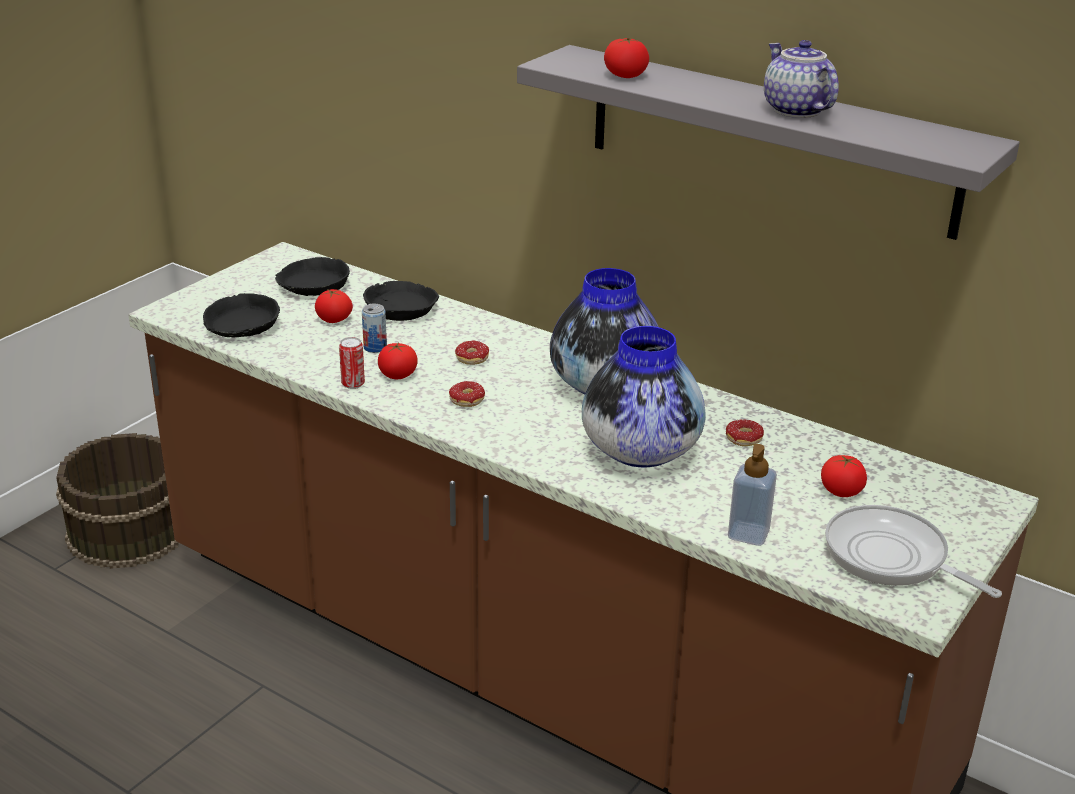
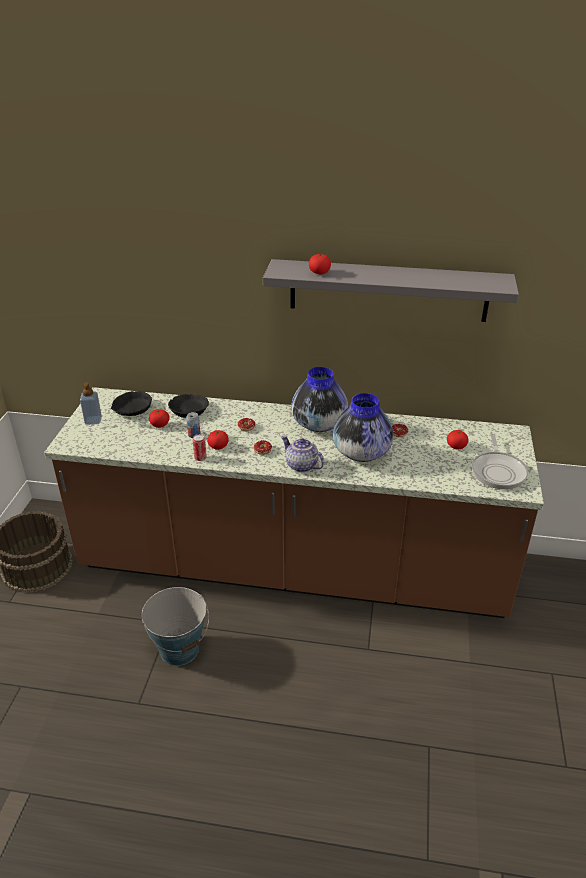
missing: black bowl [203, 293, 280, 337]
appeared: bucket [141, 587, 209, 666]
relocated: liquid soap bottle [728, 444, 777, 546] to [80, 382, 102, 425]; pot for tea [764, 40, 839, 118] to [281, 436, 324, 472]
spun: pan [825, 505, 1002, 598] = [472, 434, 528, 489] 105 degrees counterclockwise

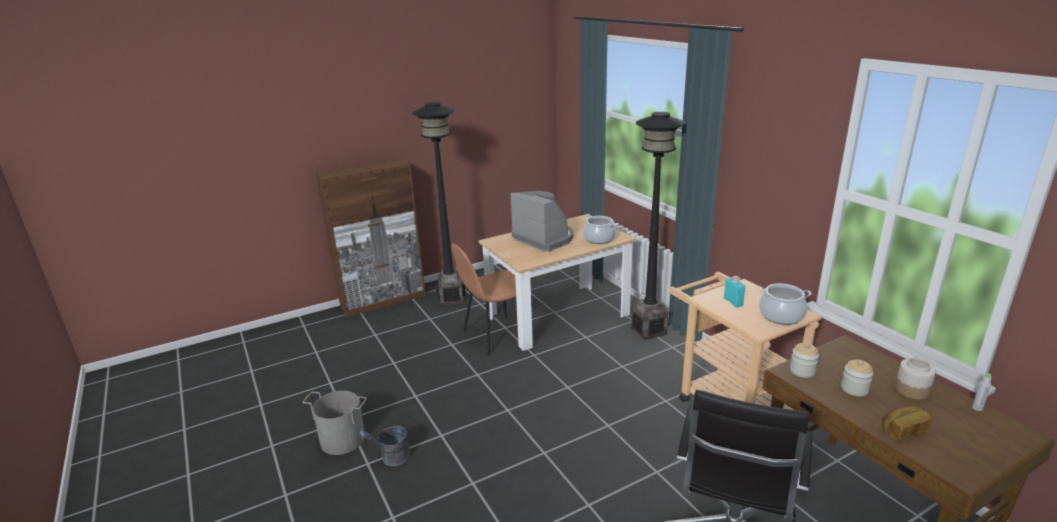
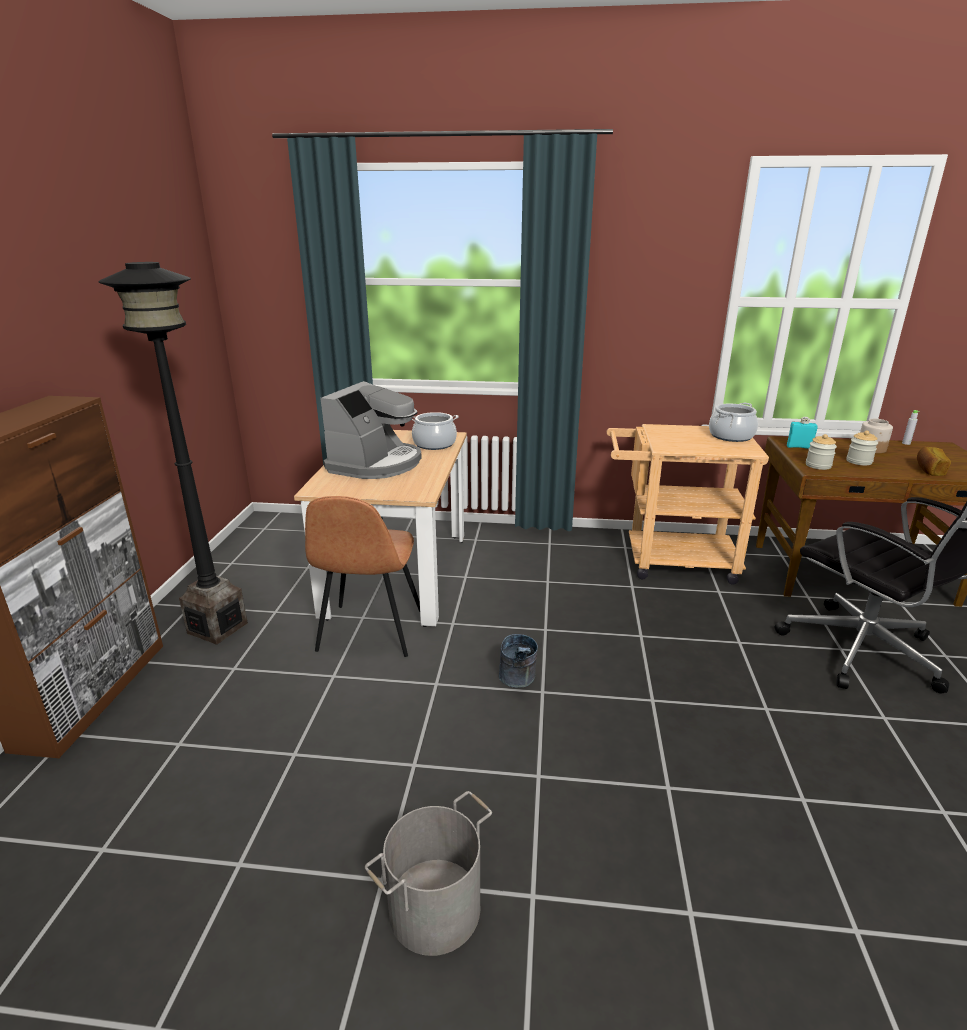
missing: black standard lamp [631, 112, 685, 340]
relocated: gray bucket [359, 426, 410, 466] to [499, 634, 538, 688]; blue-green drink bottle [724, 276, 745, 308] to [787, 417, 818, 449]
spun: coffee maker [511, 191, 573, 252] = [320, 381, 422, 479] 120 degrees clockwise

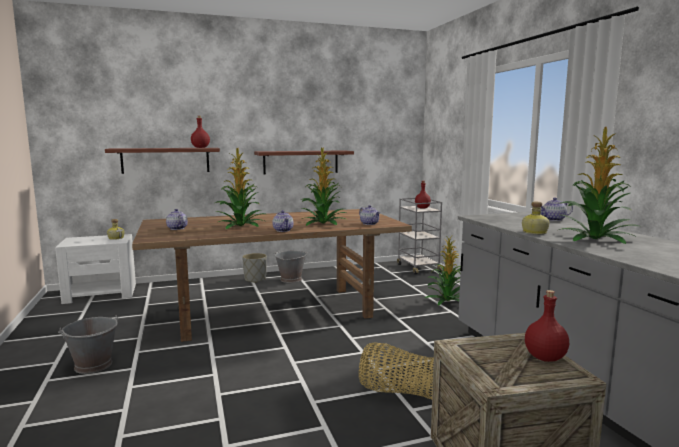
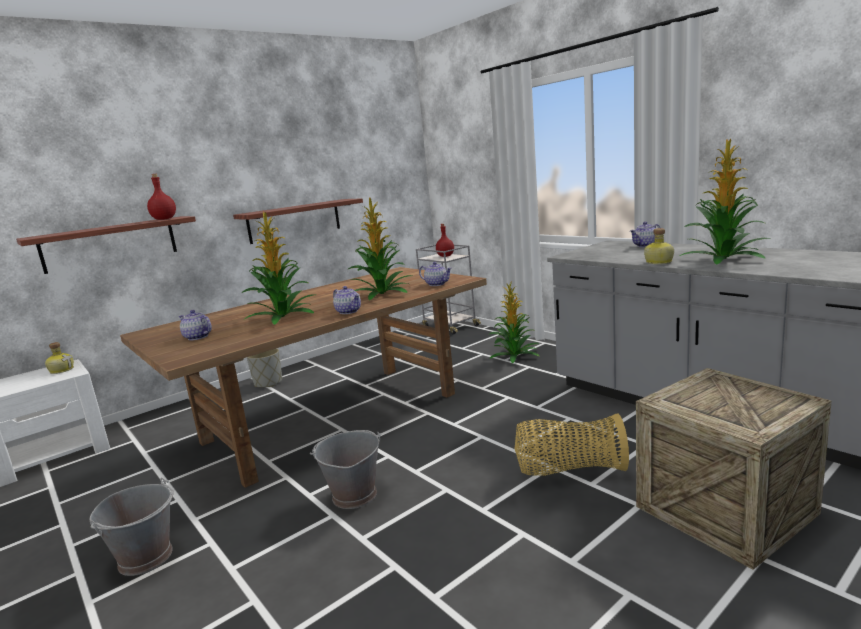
missing: red drink bottle [525, 290, 569, 362]
relocated: gray bucket [274, 251, 308, 283] to [310, 430, 381, 509]

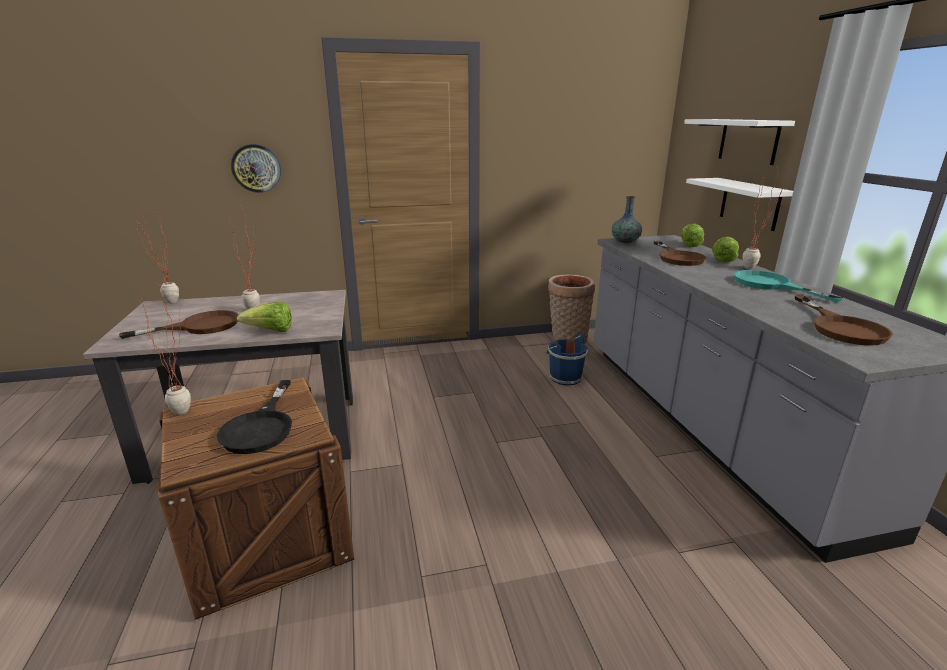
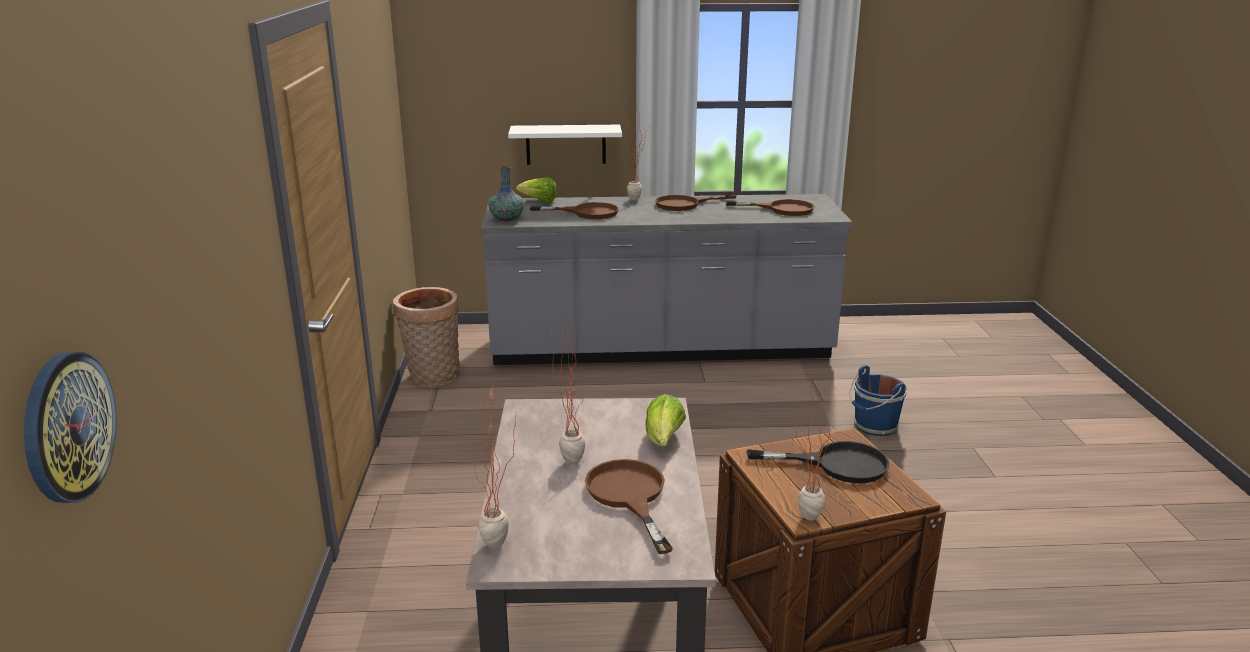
missing: white shelf [684, 119, 795, 165]; head of lettuce [712, 237, 739, 263]
relocated: clock on the wall [231, 144, 281, 193] to [24, 352, 117, 503]; bluish bucket [545, 333, 588, 386] to [849, 365, 907, 436]
colour: blue-green pan [734, 270, 844, 303] to brown pan [655, 194, 736, 211]

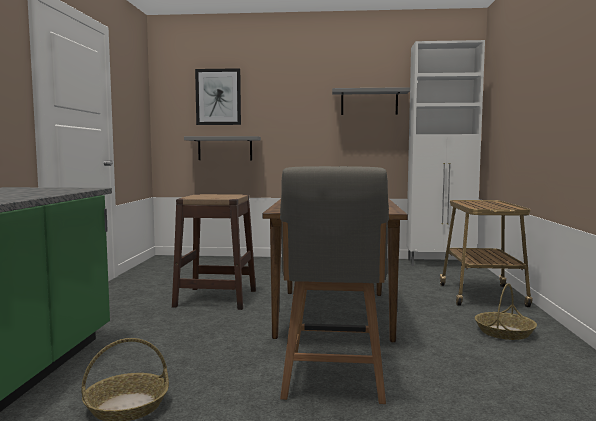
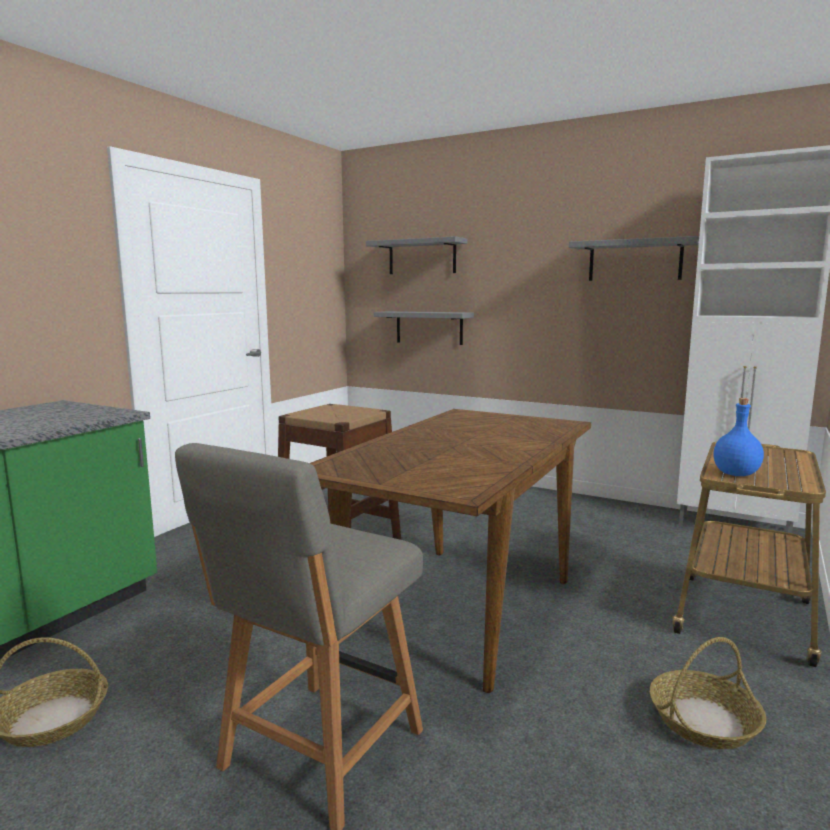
appeared: bluish drink bottle [713, 398, 764, 476]
exchanged: picture [195, 68, 241, 125] to gray shelf [366, 236, 467, 274]

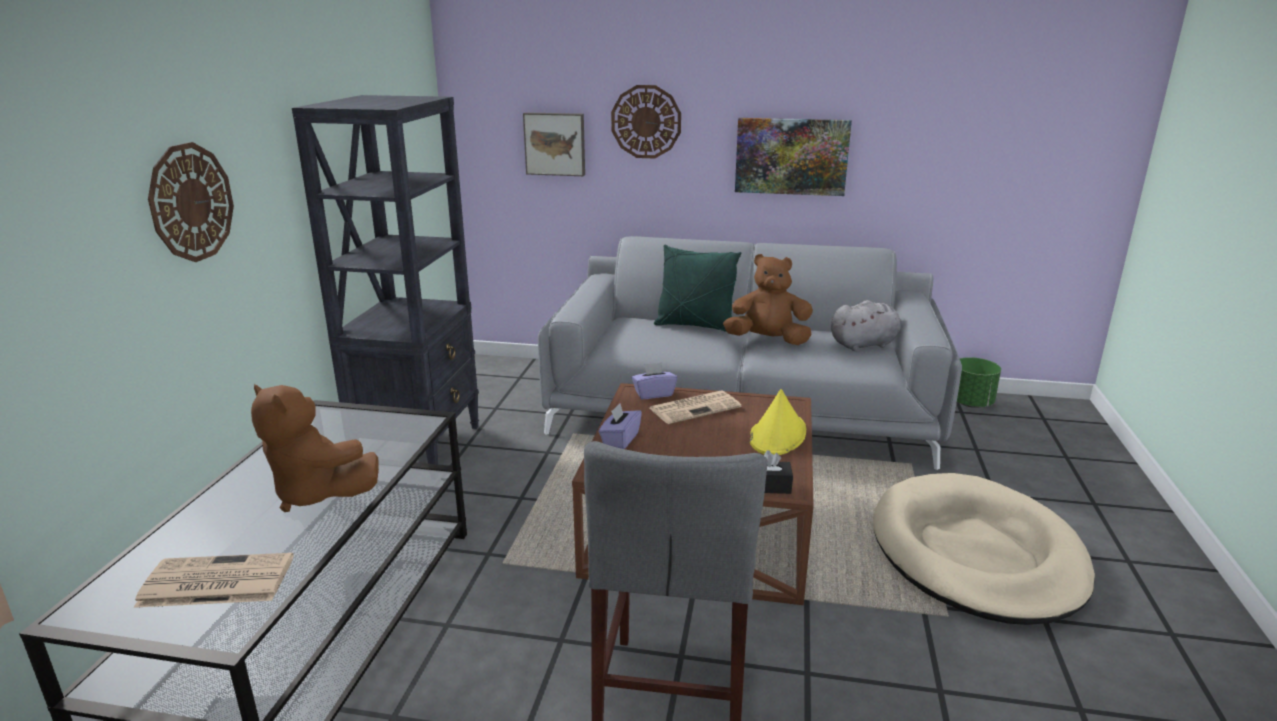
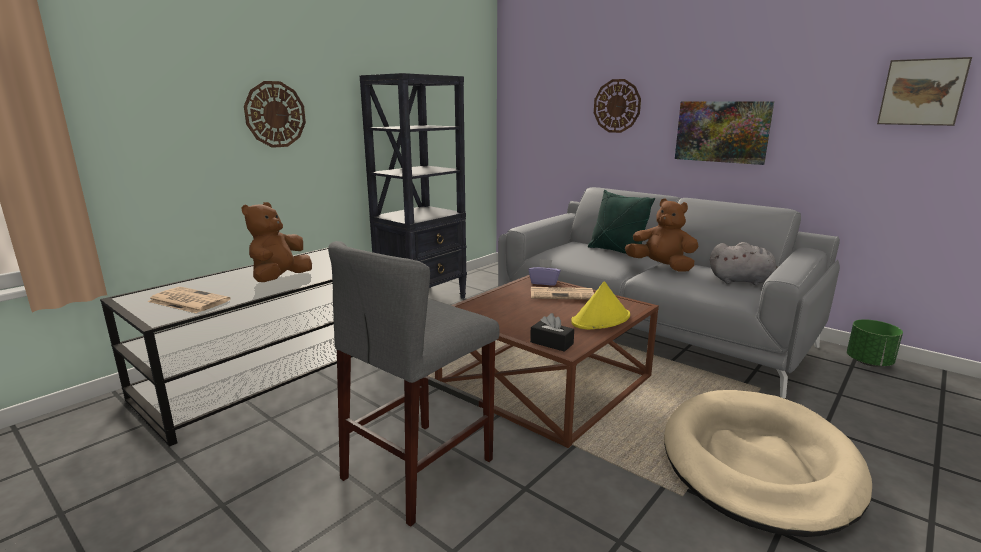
missing: purplish tissue box [599, 403, 642, 449]
relocated: picture [523, 112, 585, 176] to [877, 57, 972, 126]
spun: brown plush toy [251, 384, 379, 512] = [241, 202, 312, 282] 45 degrees clockwise

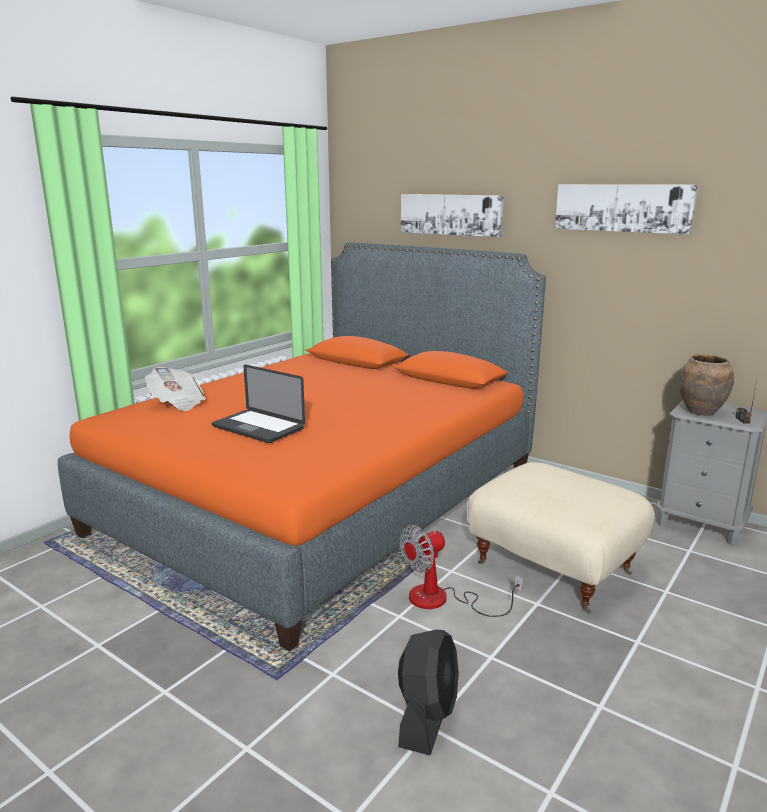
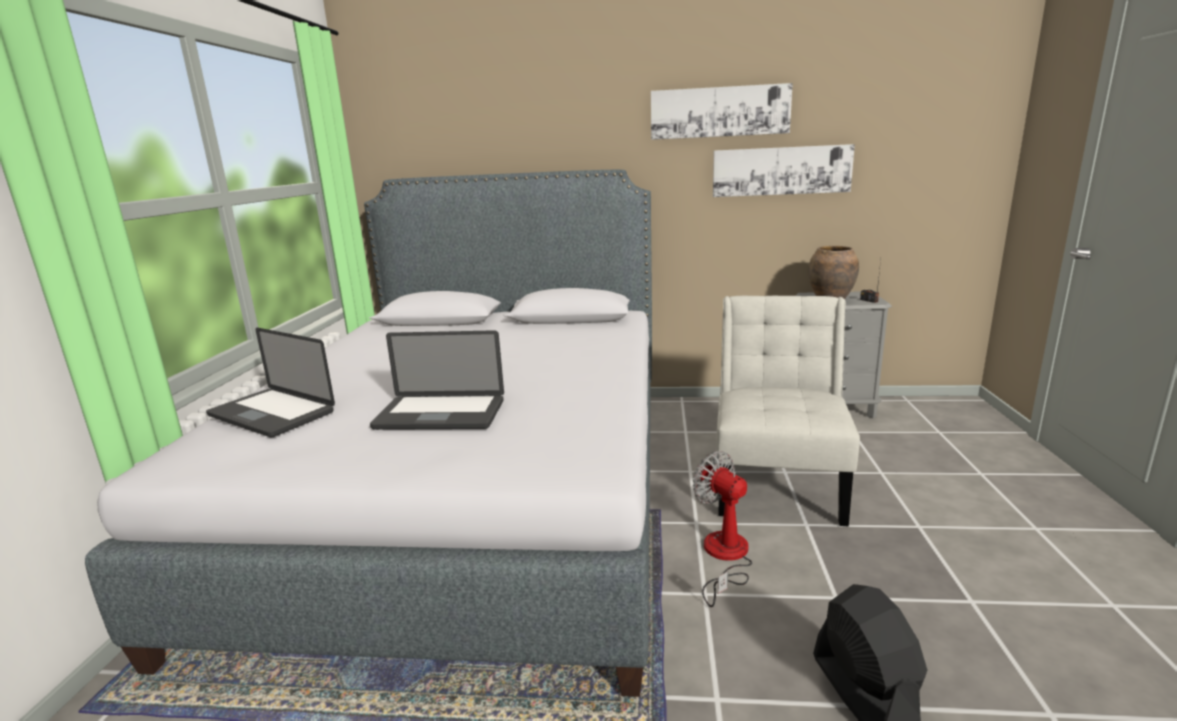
relocated: picture [401, 194, 504, 237] to [713, 144, 855, 197]
exchanged: newspaper [145, 367, 206, 411] to laptop [206, 328, 335, 437]; sand-coloured ottoman [467, 462, 654, 613] to white upright chair [717, 296, 860, 527]
colour: orangey sleeping bed [58, 242, 546, 651] to gray sleeping bed [85, 170, 652, 697]
spun: cooling fan [399, 525, 523, 617] = [693, 451, 752, 607] 120 degrees clockwise

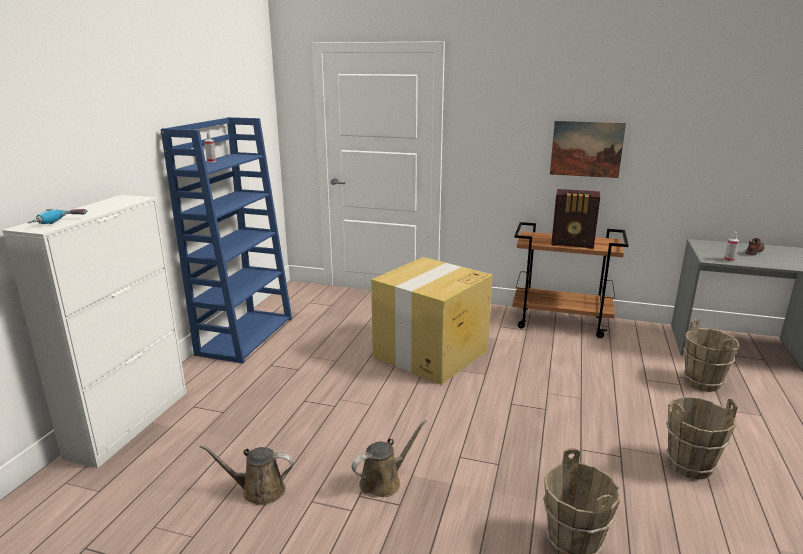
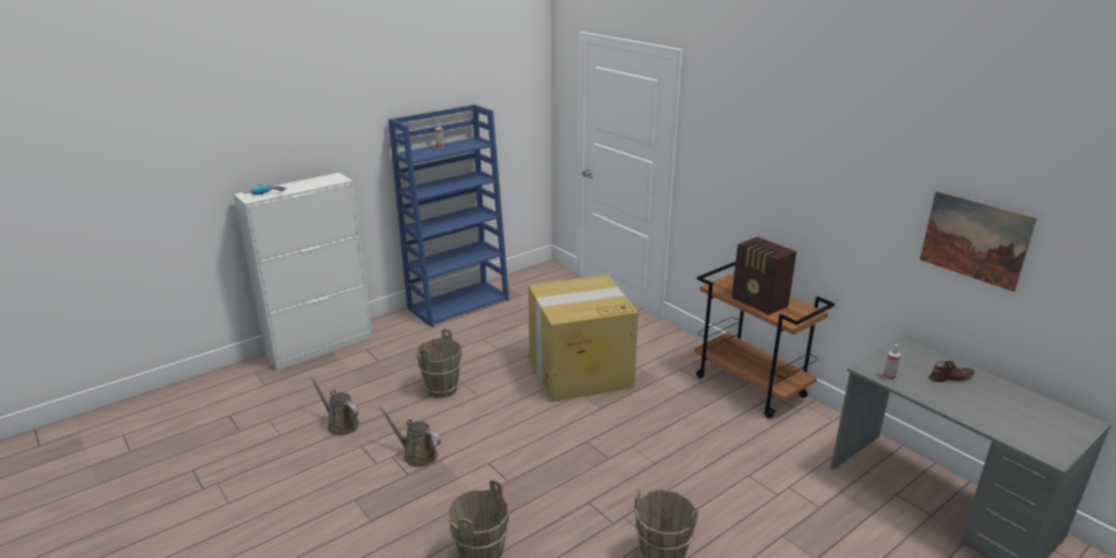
relocated: brown bucket [683, 319, 739, 392] to [416, 329, 462, 398]; picture [550, 121, 626, 178] to [920, 191, 1037, 292]
spun: brown watering pot [352, 420, 427, 497] = [379, 407, 441, 467] 150 degrees counterclockwise

